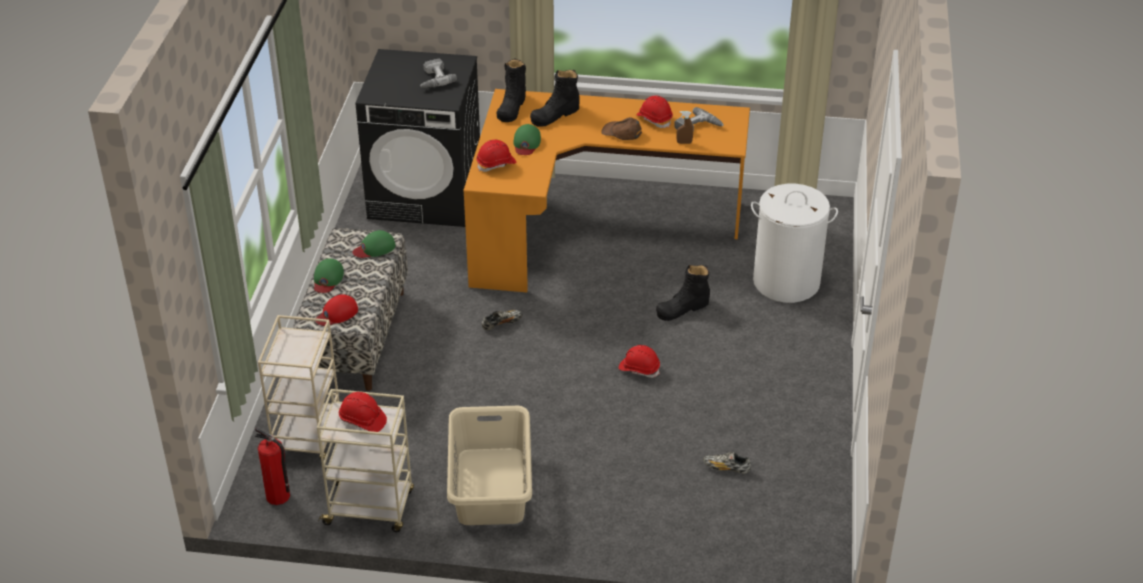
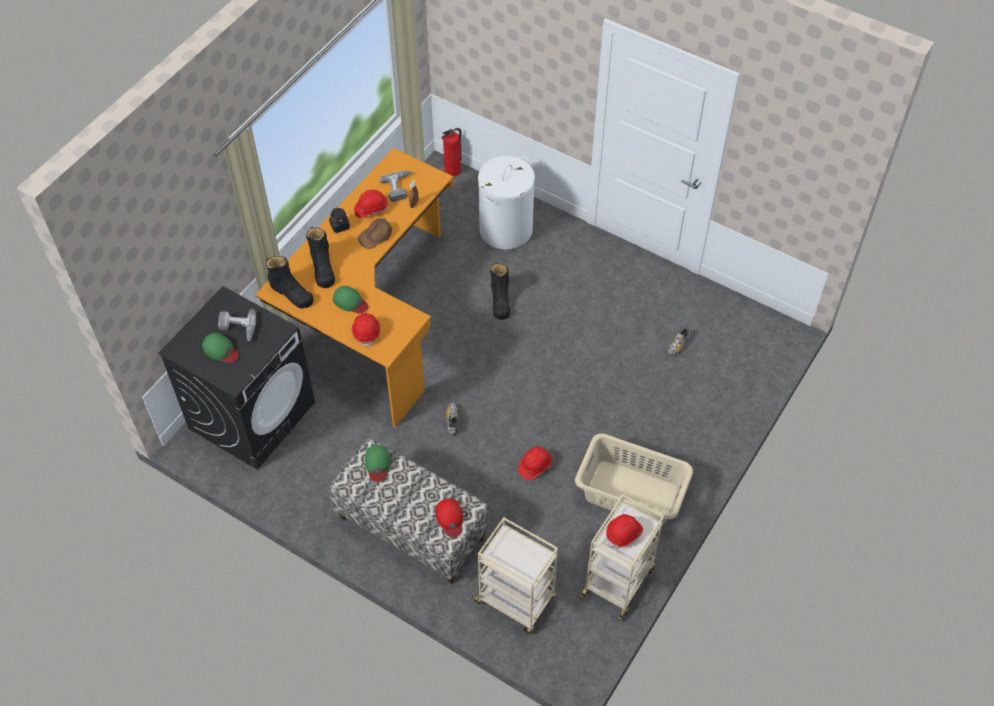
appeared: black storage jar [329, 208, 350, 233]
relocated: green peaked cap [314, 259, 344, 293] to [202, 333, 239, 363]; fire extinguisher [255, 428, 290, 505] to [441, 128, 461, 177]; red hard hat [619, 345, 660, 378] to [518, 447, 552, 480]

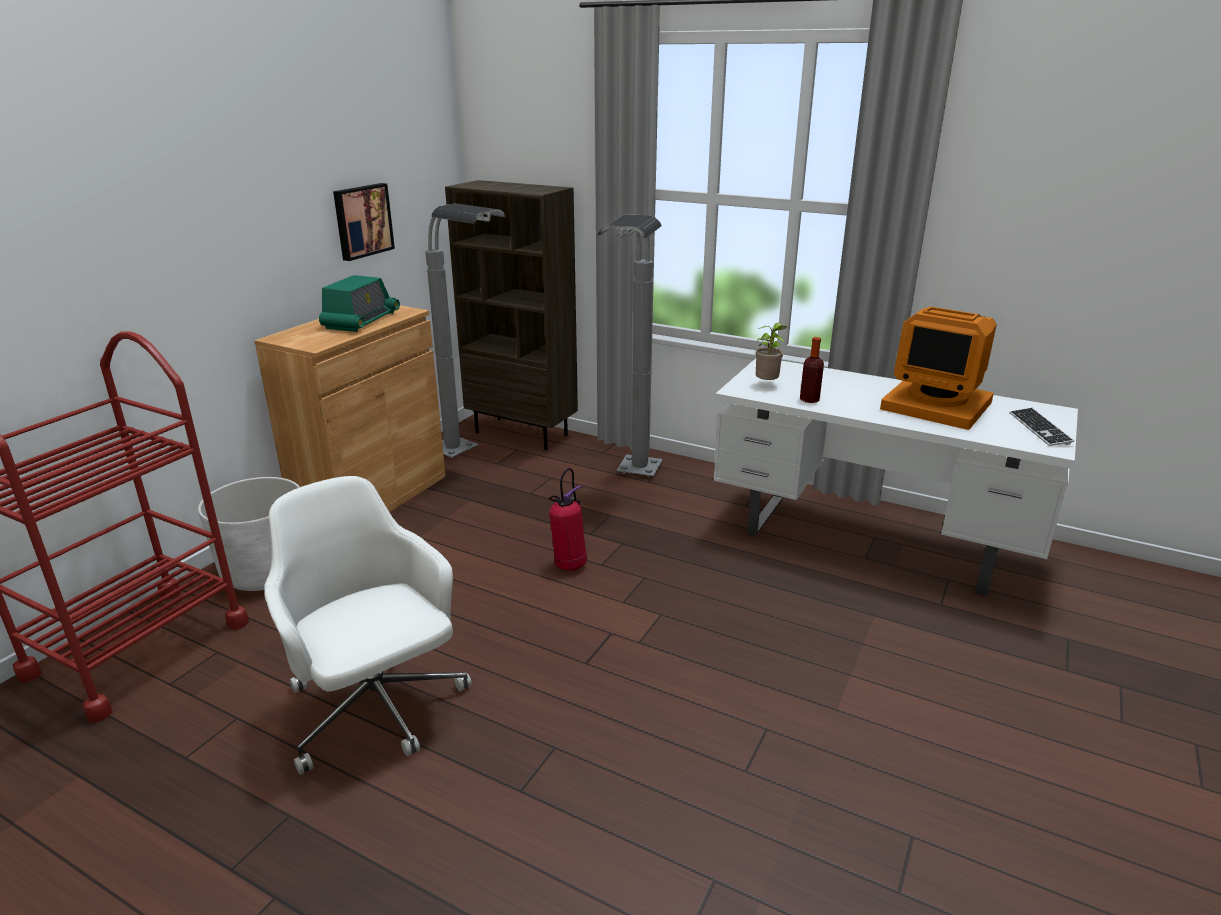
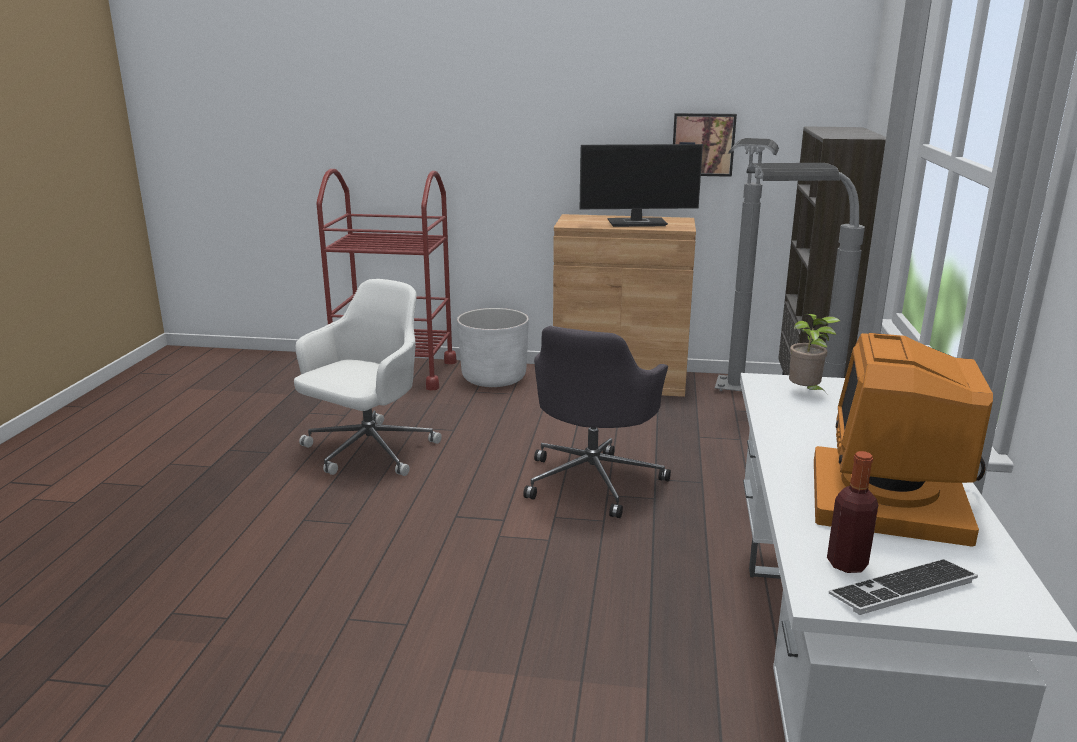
relocated: drink bottle [800, 337, 824, 403] to [827, 451, 878, 573]
exchanged: fire extinguisher [548, 468, 587, 571] to gray computer chair [523, 326, 671, 518]; radio set [319, 275, 400, 332] to computer display [580, 144, 703, 227]

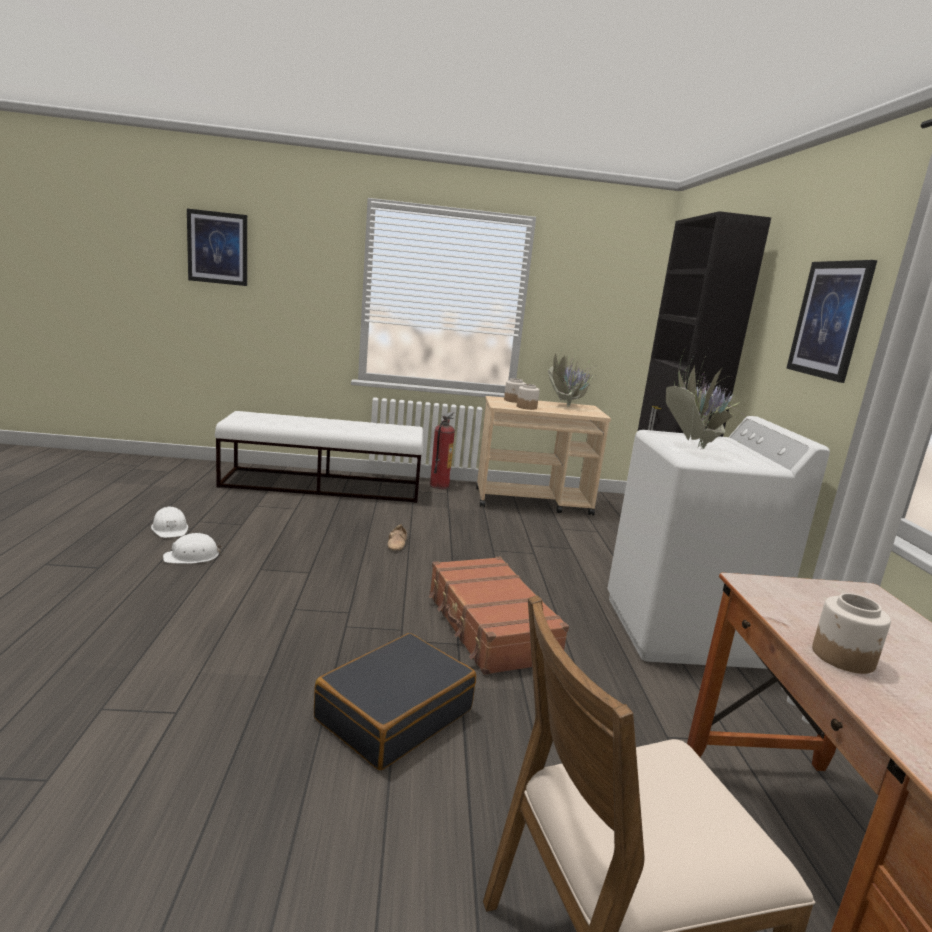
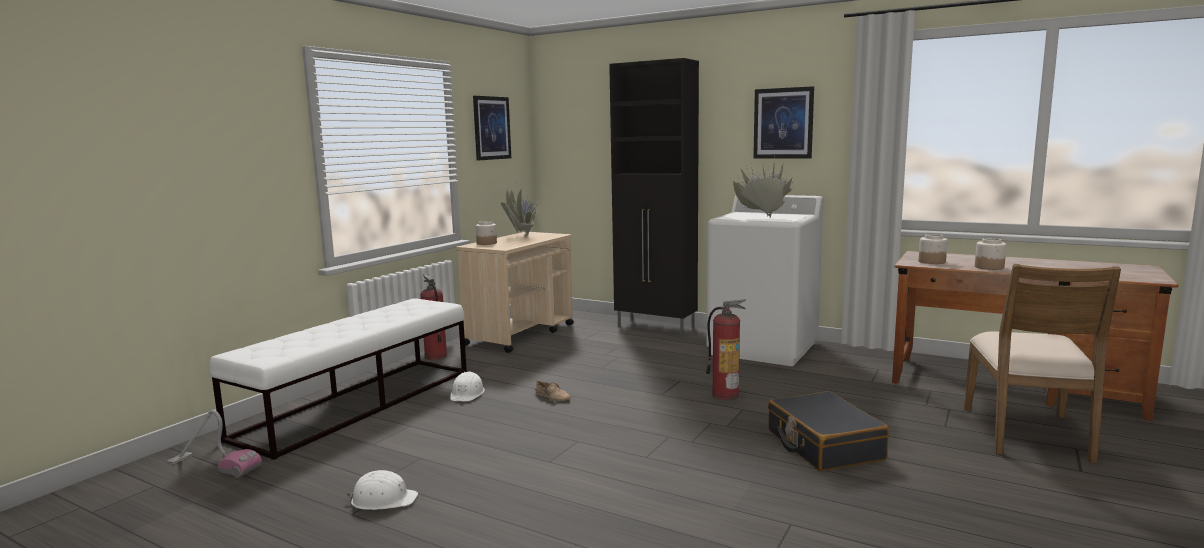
appeared: hoover [167, 410, 262, 478]
relocated: white hard hat [163, 533, 222, 564] to [450, 372, 485, 401]; picture [187, 209, 247, 286] to [473, 96, 511, 161]; storage jar [517, 384, 540, 410] to [919, 234, 948, 264]
exchanged: brown travel case [429, 557, 569, 675] to fire extinguisher [706, 299, 746, 400]

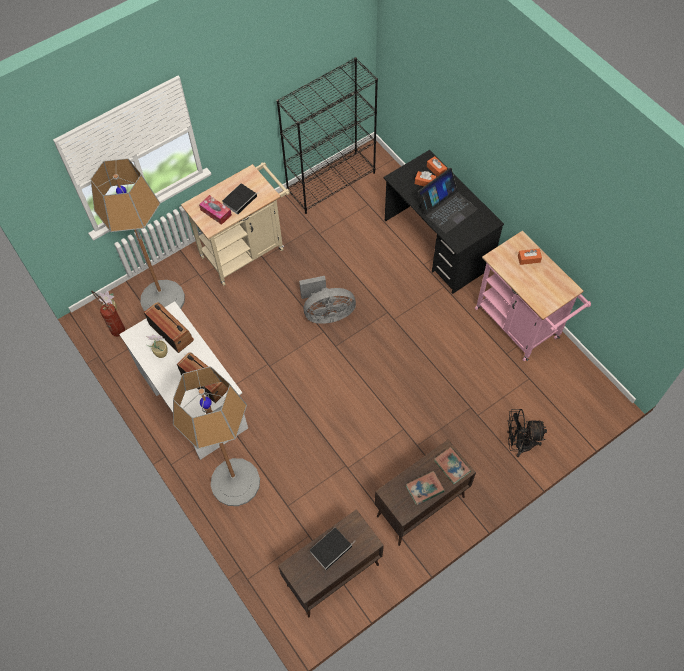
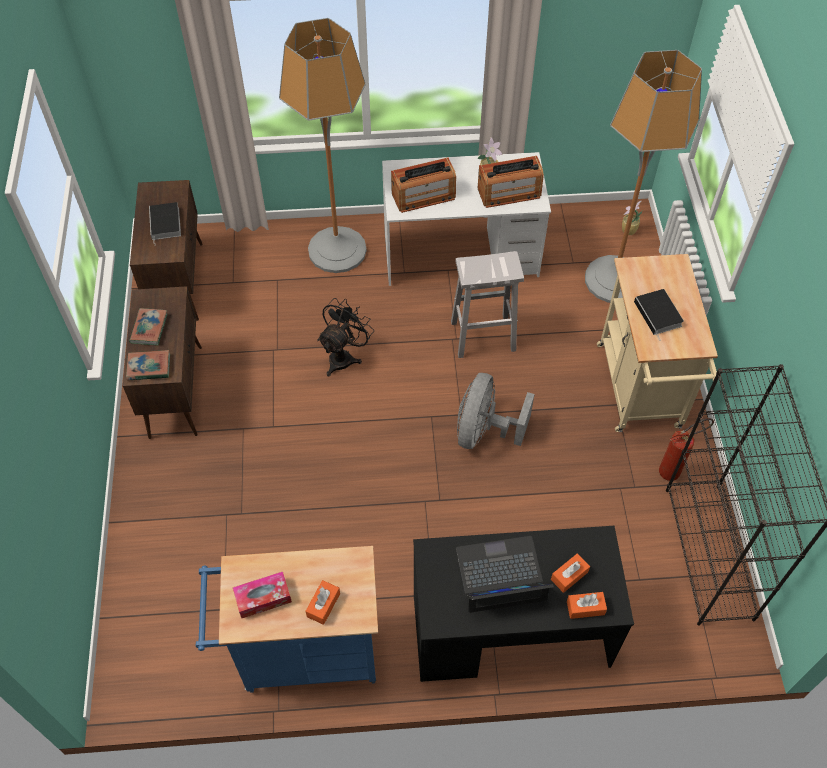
appeared: white stool [451, 251, 524, 358]
relocated: tissue box [199, 195, 232, 225] to [233, 572, 292, 618]; black cooling fan [507, 409, 547, 457] to [317, 298, 374, 377]; fire extinguisher [91, 291, 125, 337] to [659, 418, 714, 481]
colour: pinkish trolley [475, 231, 591, 361] to bluish trolley [196, 546, 378, 693]
spun: laptop [418, 168, 478, 233] = [456, 536, 554, 613] 90 degrees clockwise

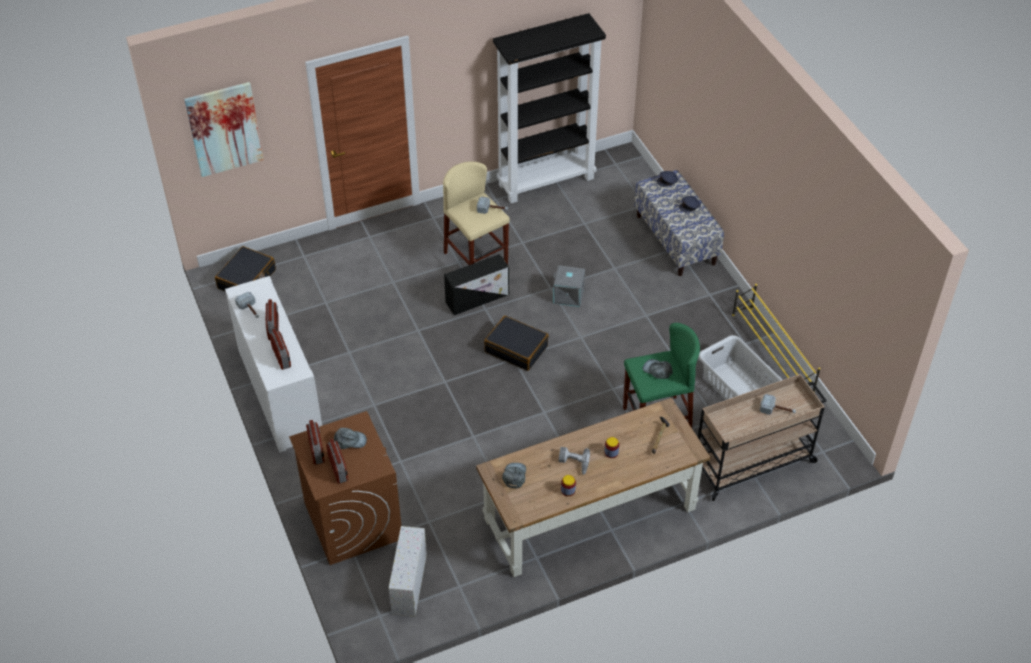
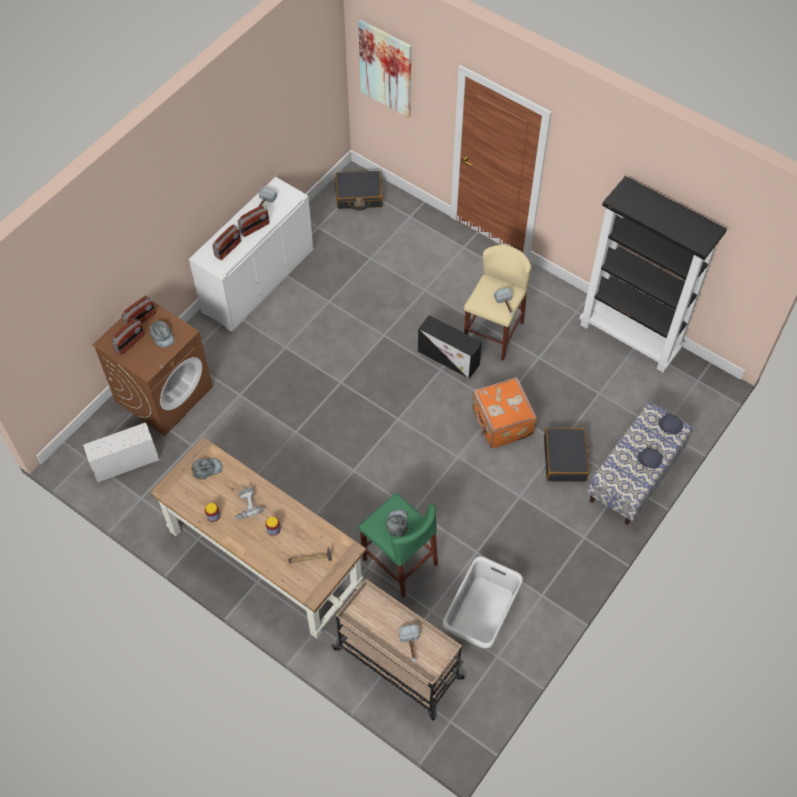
missing: yellowish shoe stand [732, 284, 820, 393]
relocated: black travel case [484, 316, 549, 371] to [544, 428, 590, 482]
exchanged: gray storage box [553, 265, 585, 307] to orangey travel case [472, 377, 537, 449]

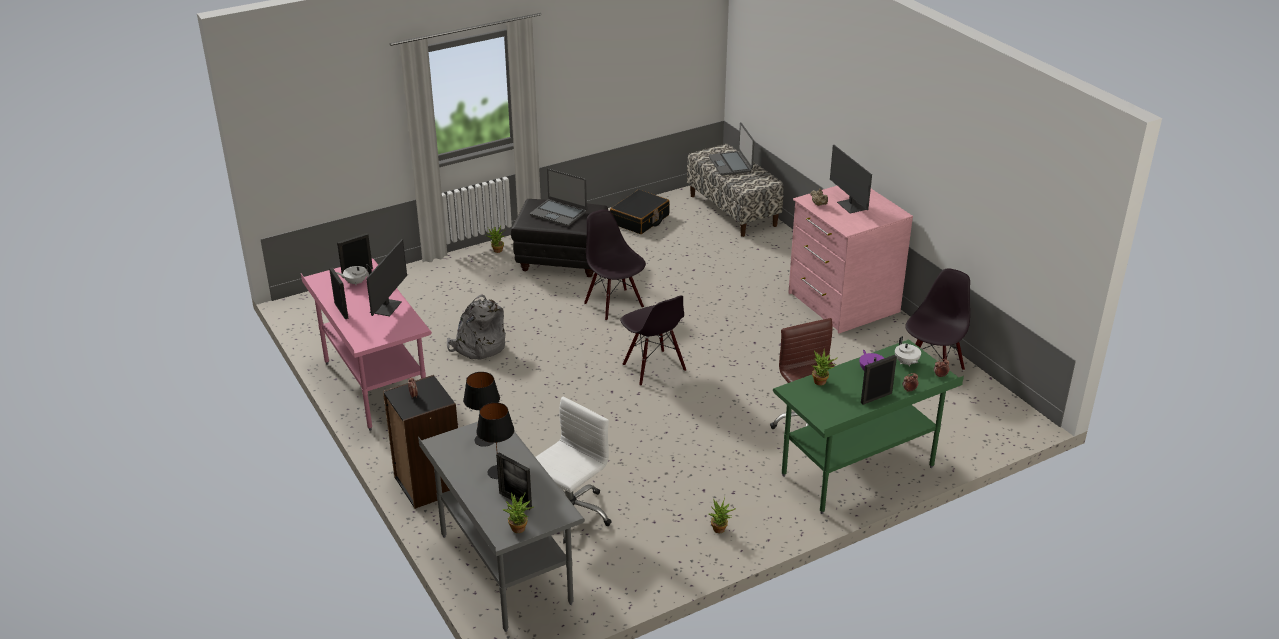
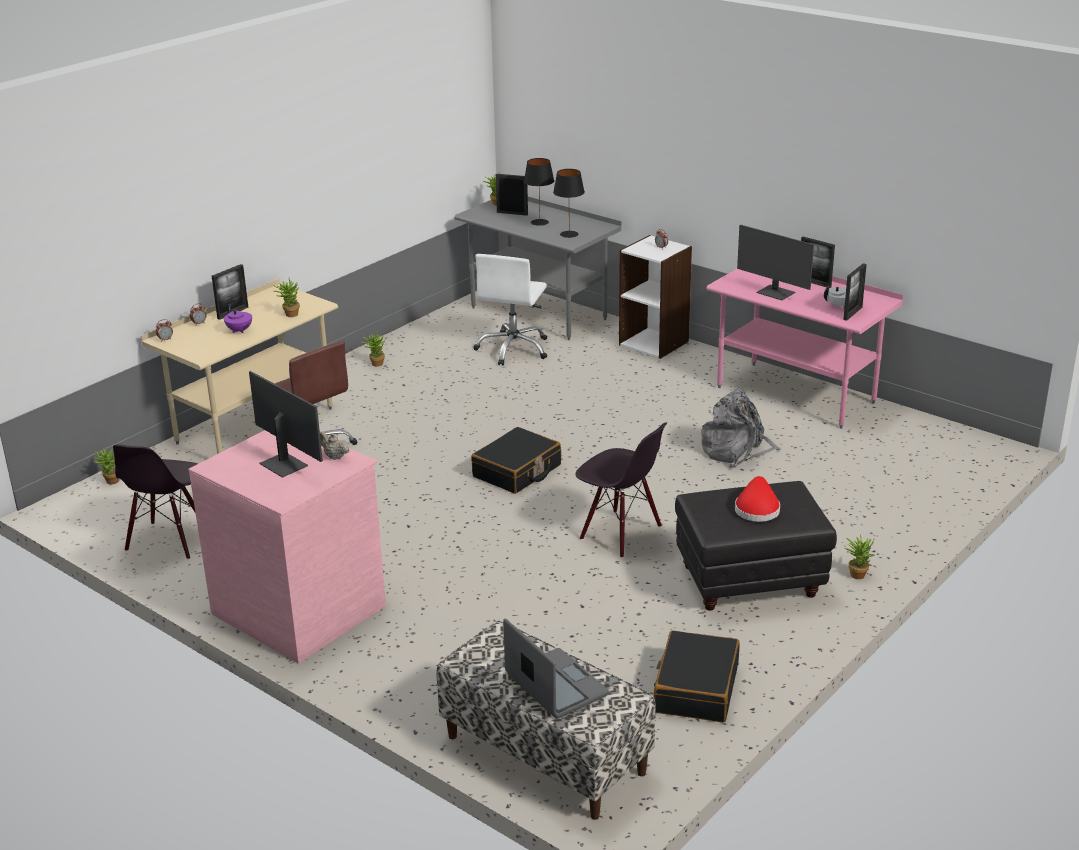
missing: white pot for tea [895, 336, 921, 367]
appeared: potted plant [92, 445, 119, 484]
exchanged: black upright chair [620, 295, 686, 386] to black travel case [471, 427, 561, 494]; laptop [530, 169, 587, 227] to red clothing hat [735, 476, 780, 522]
colour: green desk [773, 340, 964, 514] to sand-coloured desk [141, 279, 338, 454]; black shelving unit [383, 375, 458, 509] to white shelving unit [619, 235, 692, 359]
spun: computer display [366, 239, 407, 316] = [737, 224, 814, 300] 45 degrees counterclockwise

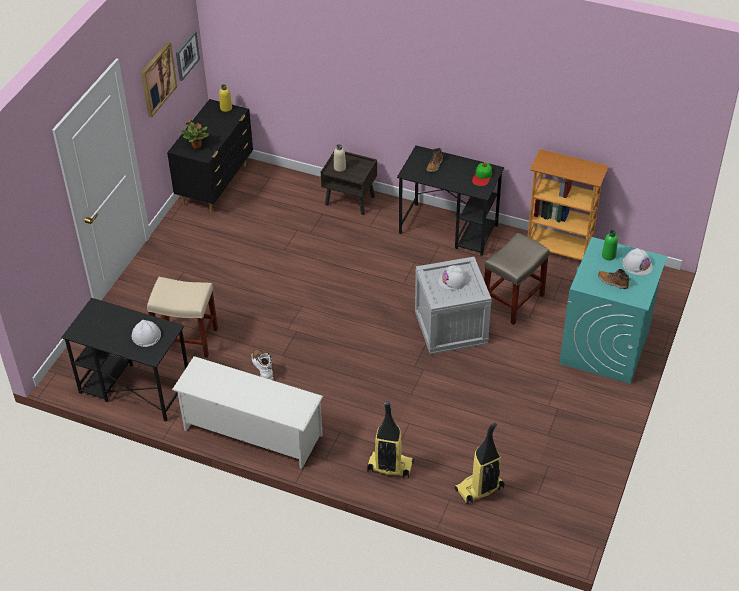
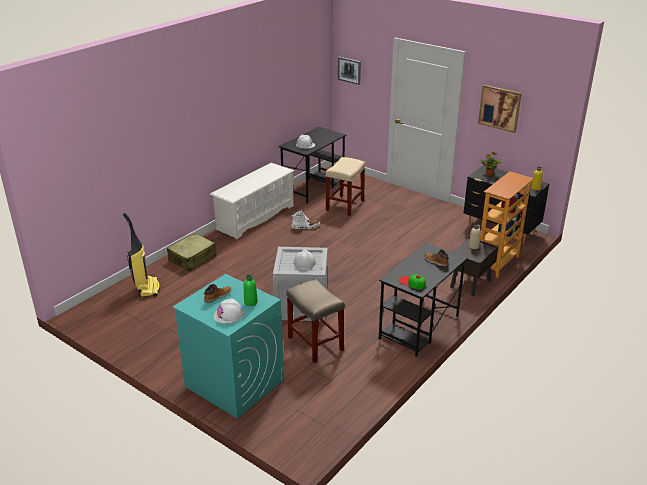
relocated: picture [176, 31, 200, 81] to [338, 57, 361, 85]; shelving unit [528, 149, 609, 261] to [480, 171, 534, 278]
exchanged: hoover [367, 401, 414, 479] to sand-coloured travel case [167, 233, 217, 271]

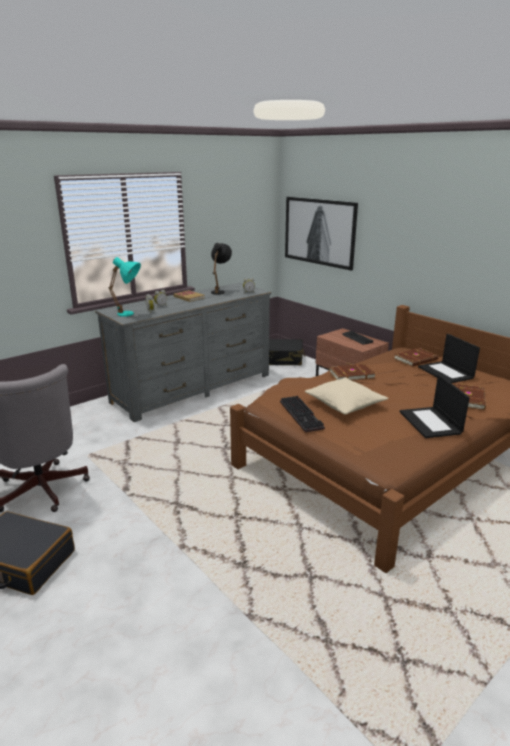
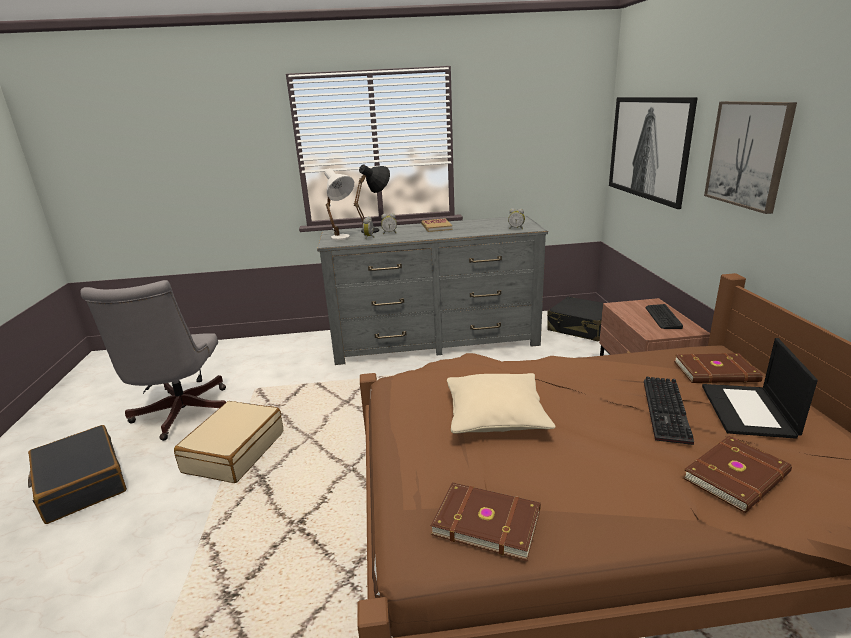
missing: laptop [400, 375, 470, 438]
appeared: sand-coloured travel case [174, 401, 283, 483]; picture [704, 101, 797, 214]
relocated: black lamp for a table [211, 243, 232, 295] to [354, 164, 390, 233]; brown volume [329, 364, 375, 381] to [430, 482, 541, 561]; computer keyboard [280, 396, 325, 433] to [644, 377, 694, 445]
colour: blue-green lamp for a table [108, 257, 141, 317] to white lamp for a table [324, 168, 354, 240]

